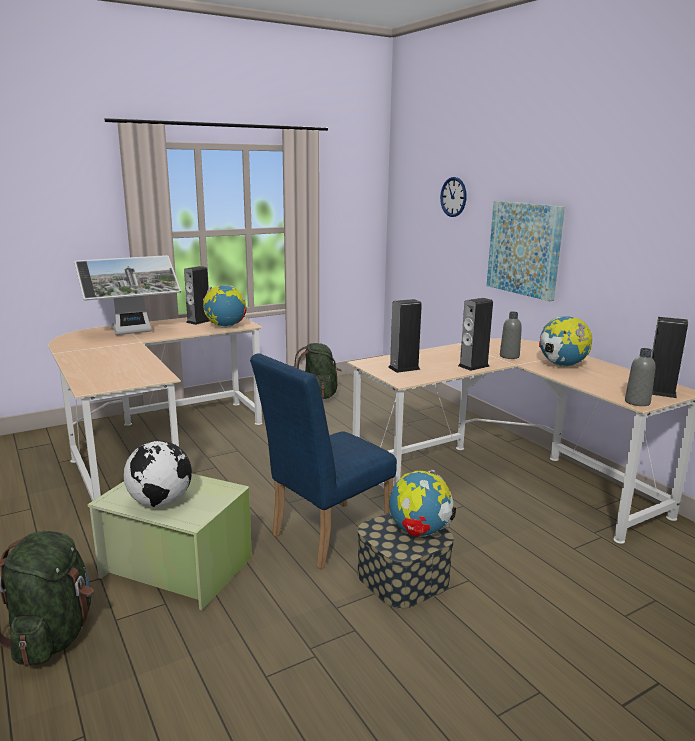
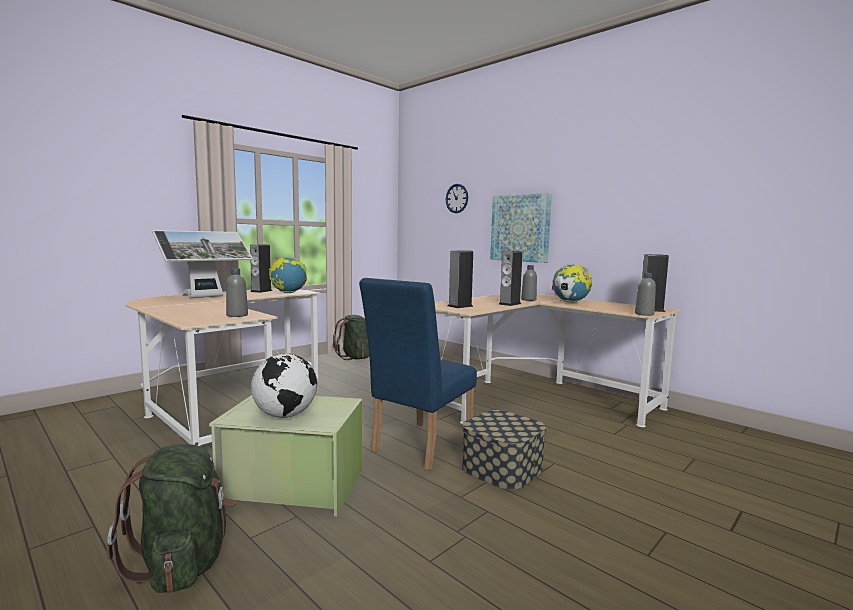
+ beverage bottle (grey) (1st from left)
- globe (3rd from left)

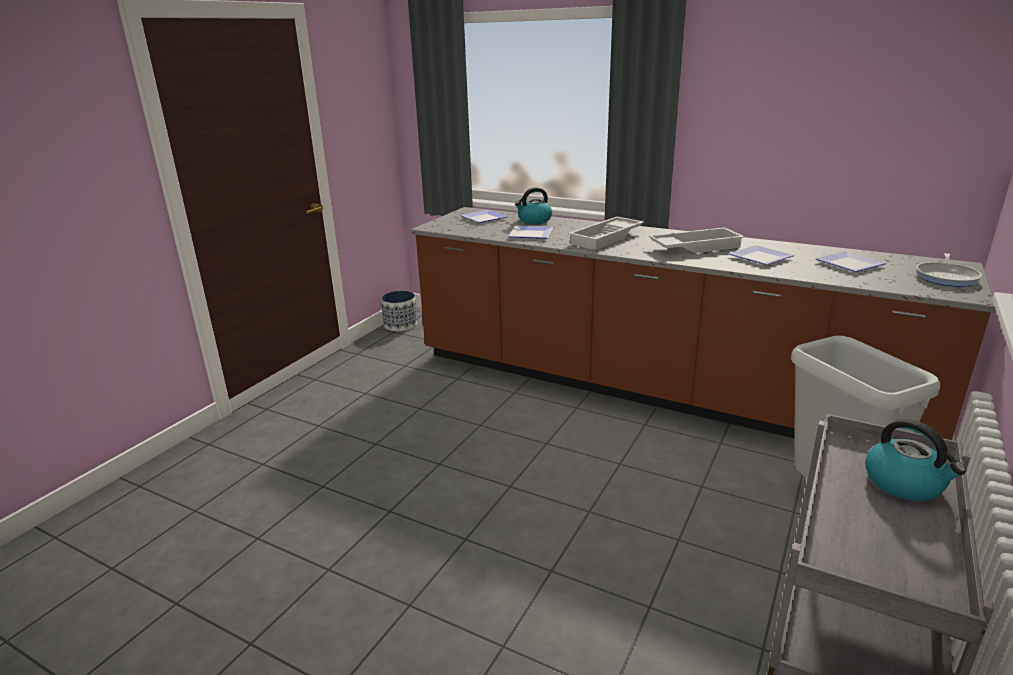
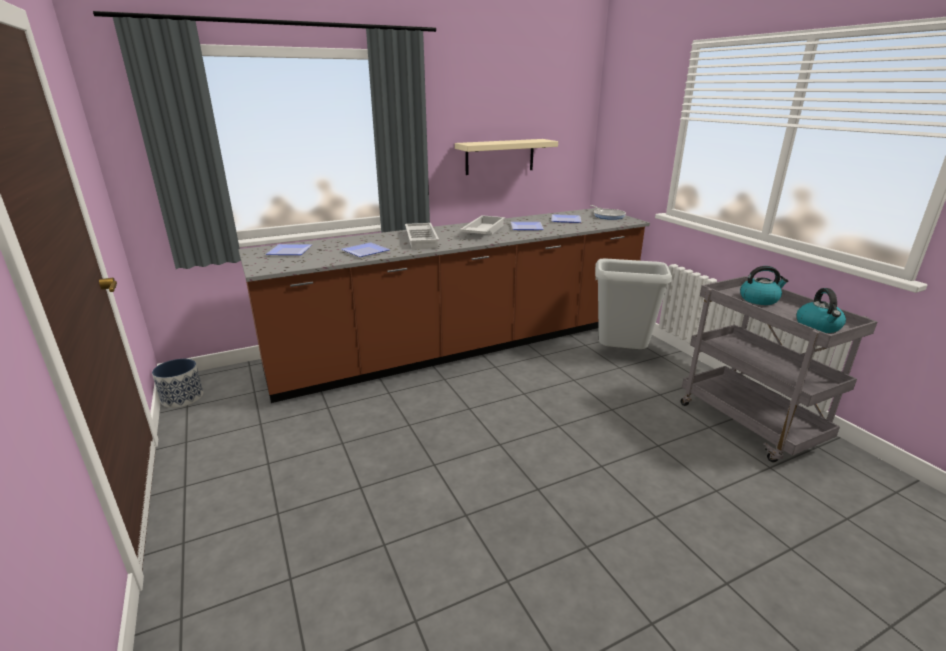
+ wall shelf (beige-coloured)
~ kettle (1st from left in the first image) to kettle (2nd from left)

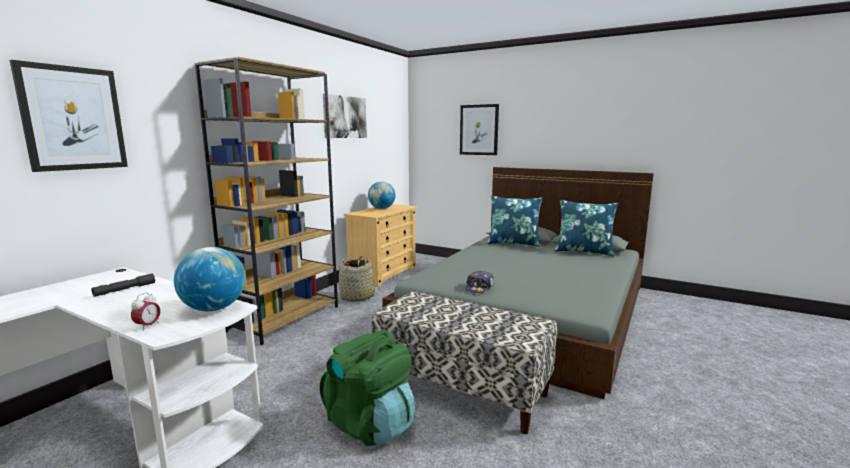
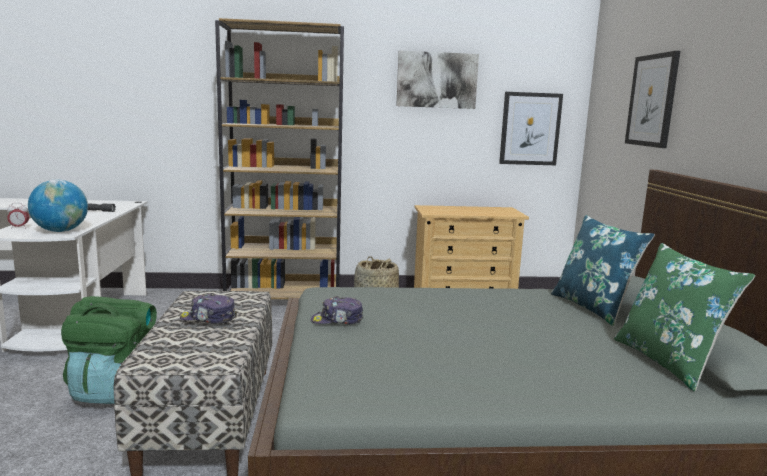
+ baseball cap (1st from left)
~ wall picture (1st from left in the first image) to wall picture (2nd from left)
~ throw pillow (bluish) (2nd from left) to throw pillow (green-coloured)
- globe (2nd from left)

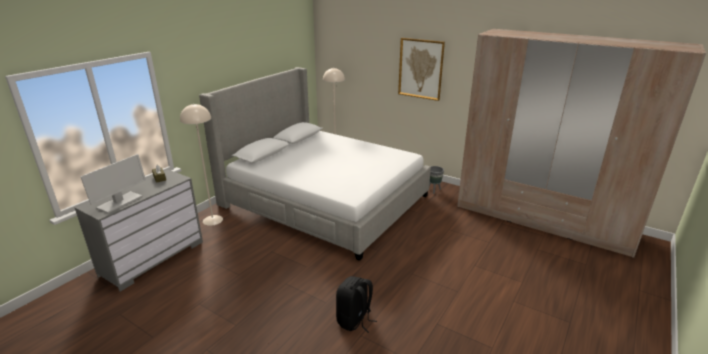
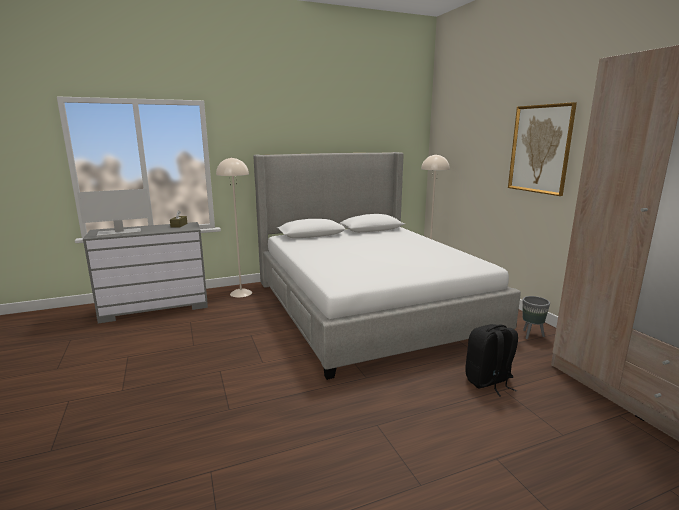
~ backpack (blackish)

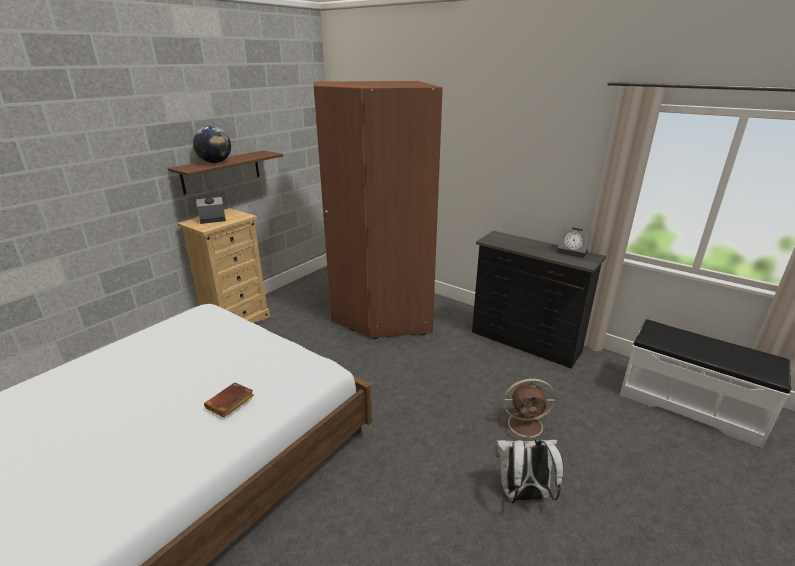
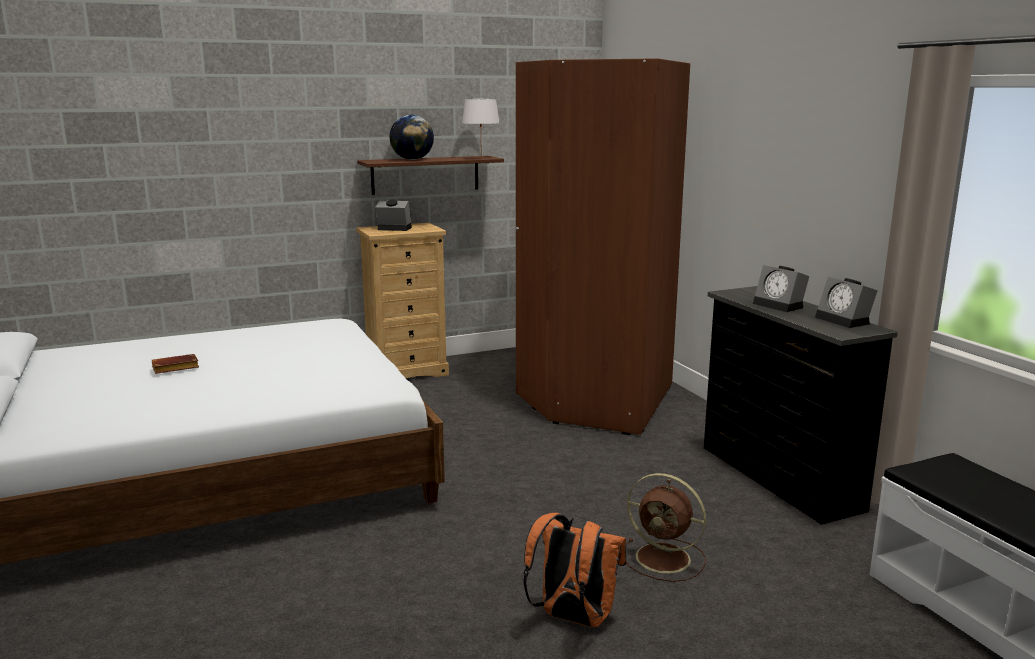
~ volume (brown)
+ lamp for a table (white)
~ backpack (white) to backpack (orange)
+ table clock (2nd from left)

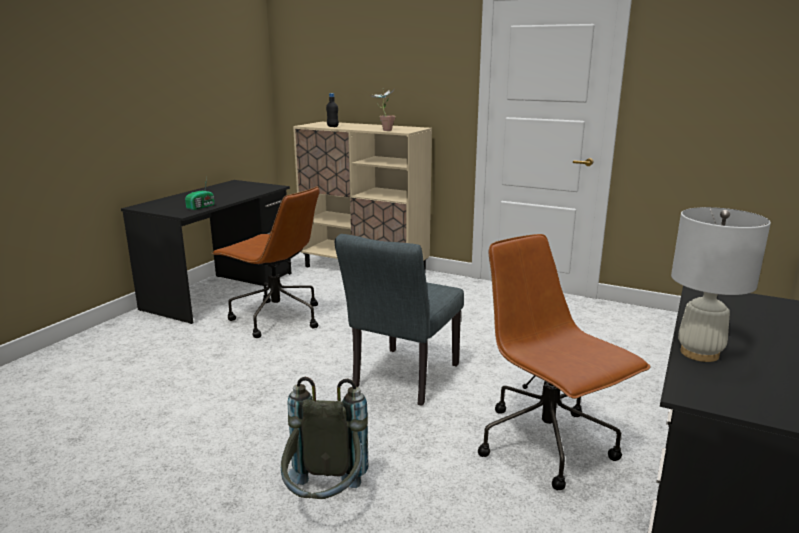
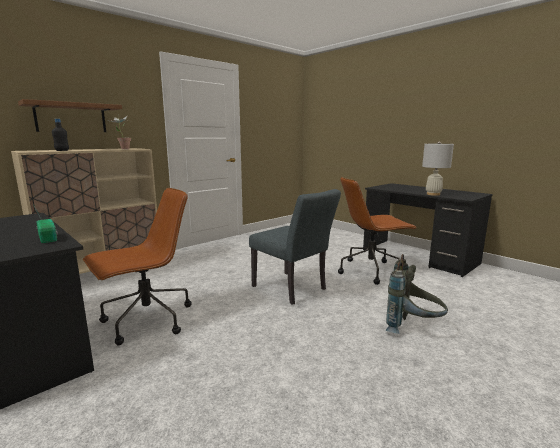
+ wall shelf (brown)

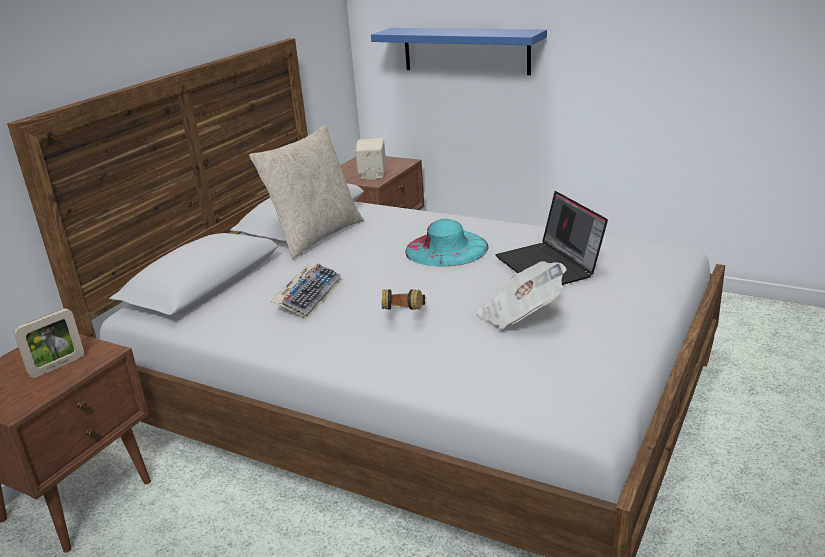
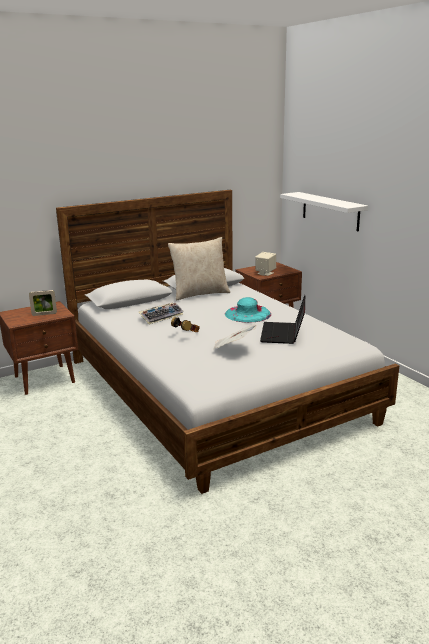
~ wall shelf (bluish) to wall shelf (white)

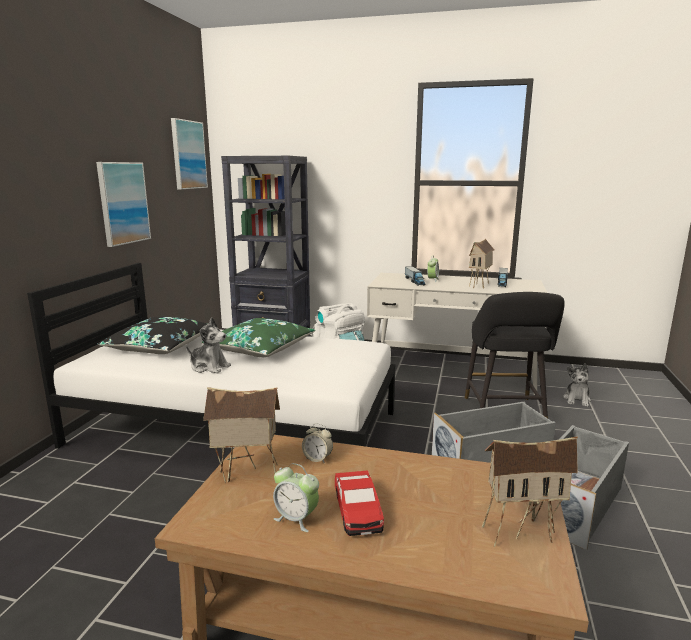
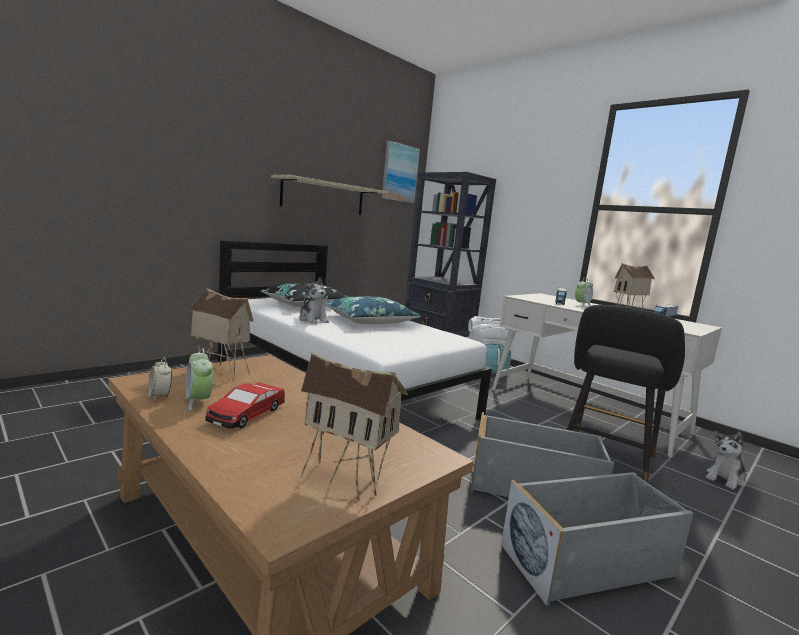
~ table clock (2nd from left in the first image) to table clock (1st from left)
~ wall picture (1st from left) to wall shelf
~ throw pillow (green-coloured) to throw pillow (bluish)

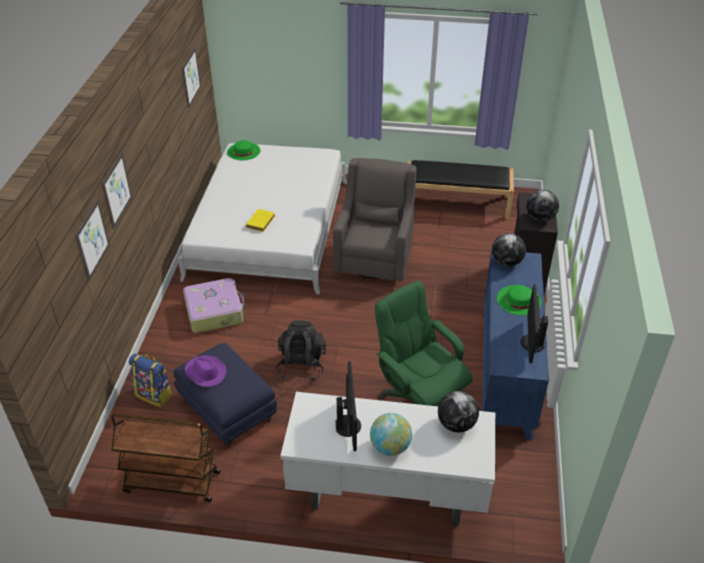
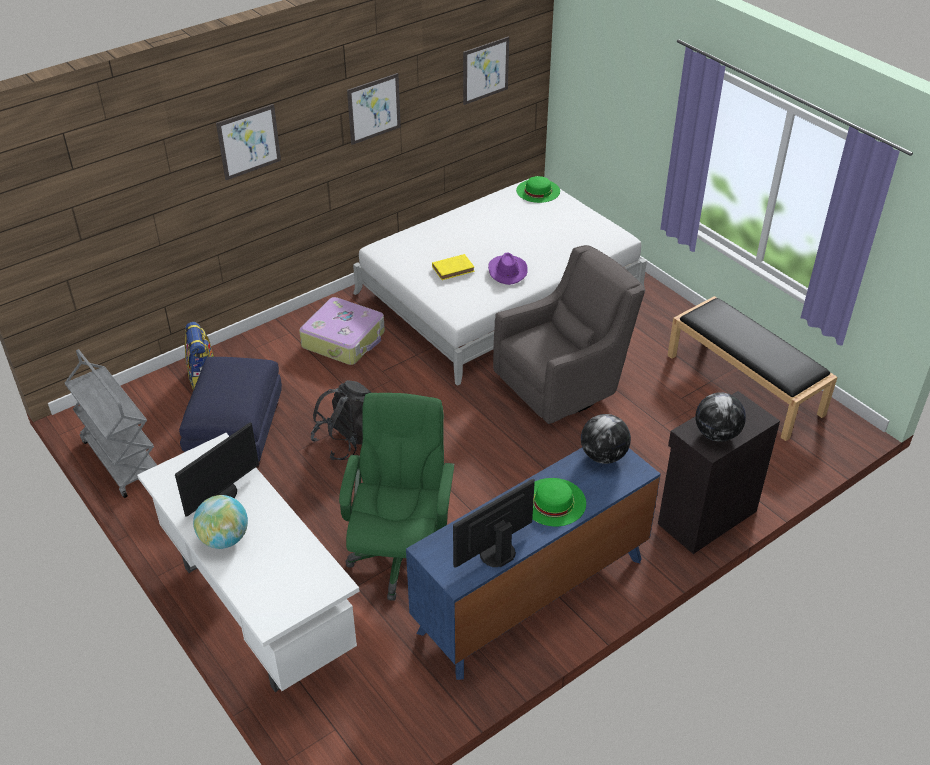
~ trolley (brown) to trolley (grey)
~ wall picture (1st from left in the first image) to wall picture (2nd from left)
~ hat (purple)
- globe (2nd from left)

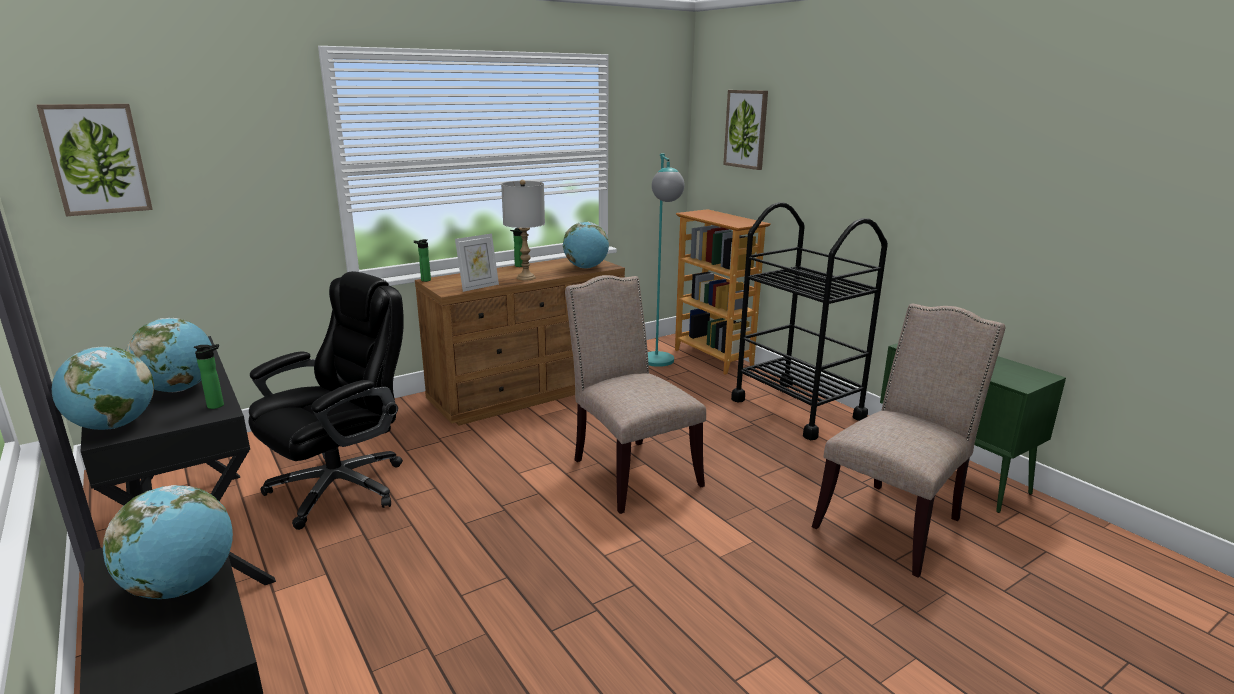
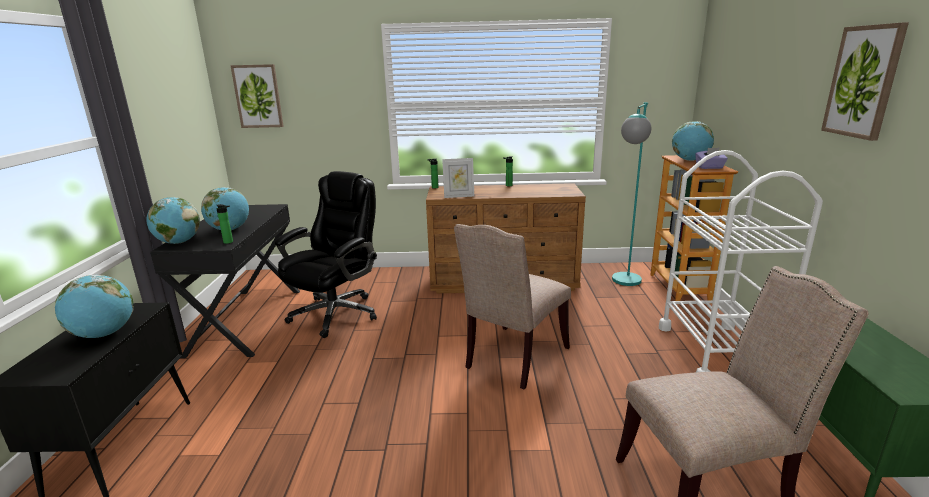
~ office chair (blackish) 45 degrees counterclockwise
~ chair (beige-coloured) (1st from left) 150 degrees counterclockwise
~ trolley (blackish) to trolley (white)
~ globe (4th from left)
+ tissue box (purple)
~ wall picture (2nd from left)
- lamp for a table (grey)

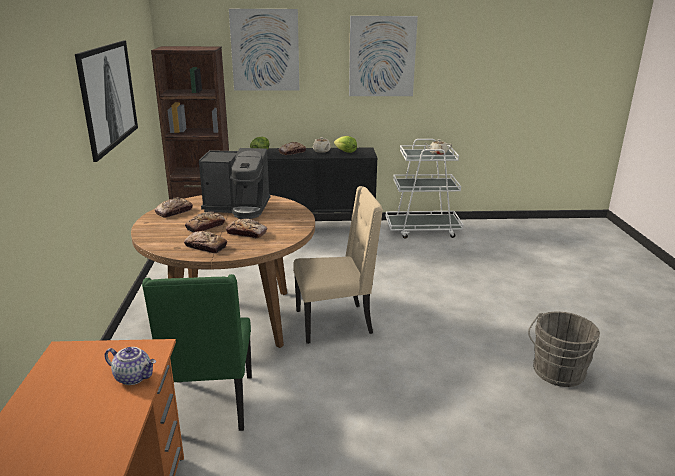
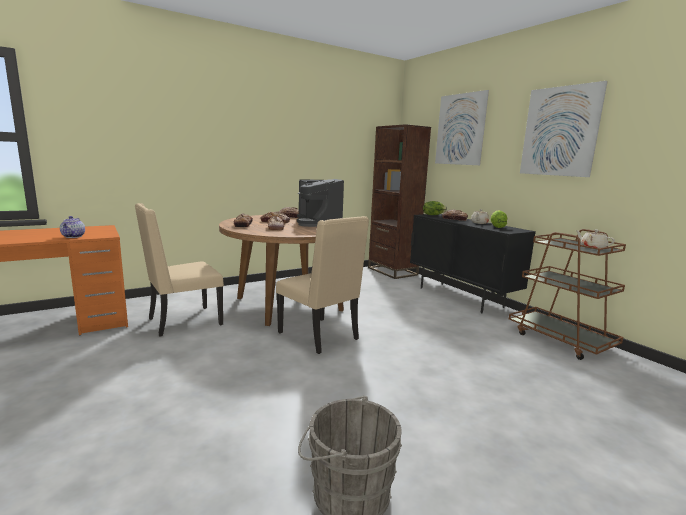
~ chair (green-coloured) to chair (beige-coloured) (1st from left)
~ trolley (white) to trolley (brown)
- wall picture (1st from left)

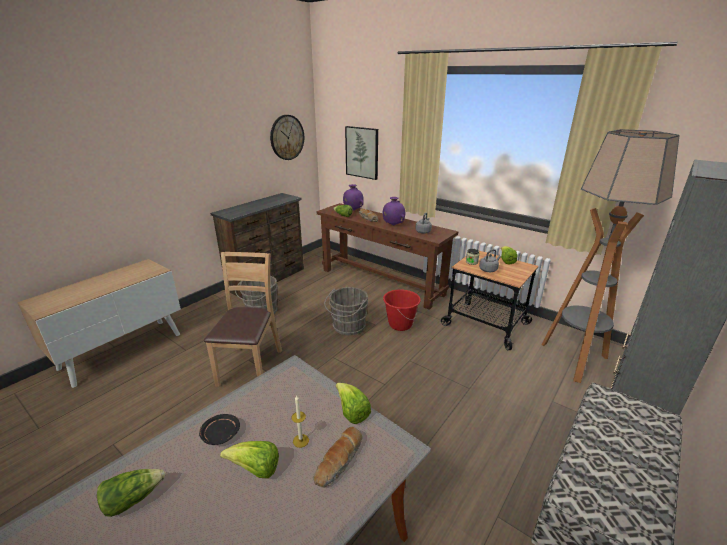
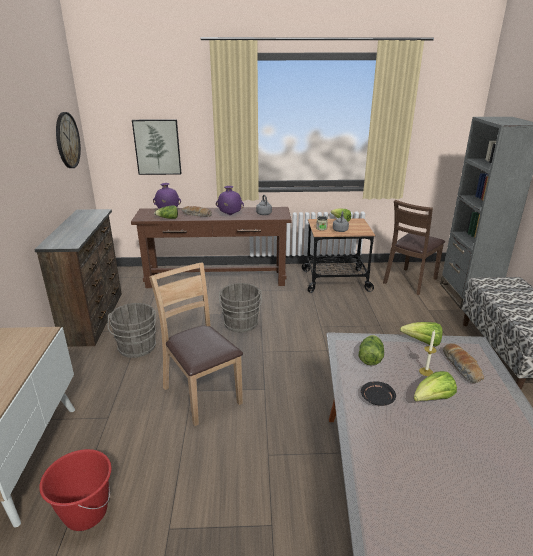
~ water bucket (reddish)
~ lettuce head (1st from left in the first image) to lettuce head (3rd from left)
~ floor lamp to chair (brown) (2nd from left)

